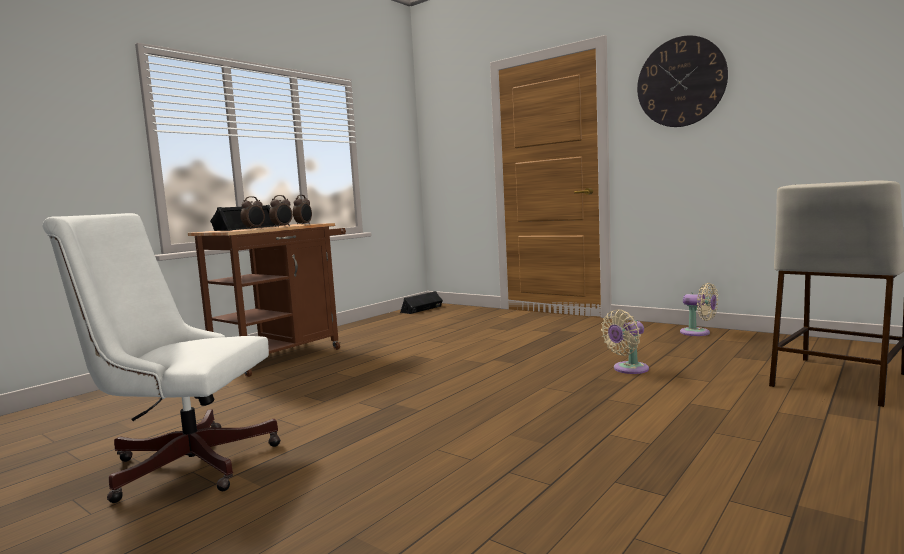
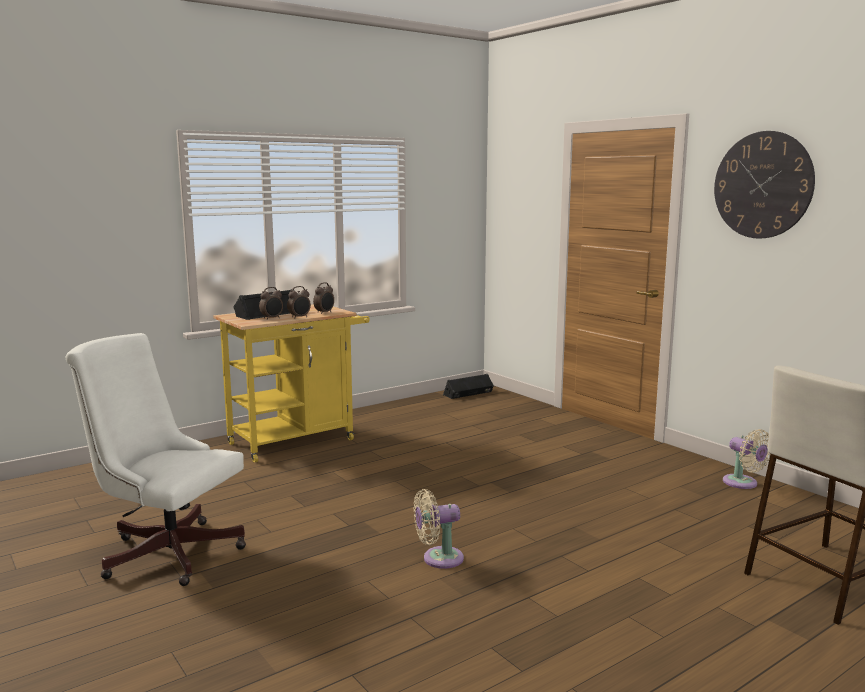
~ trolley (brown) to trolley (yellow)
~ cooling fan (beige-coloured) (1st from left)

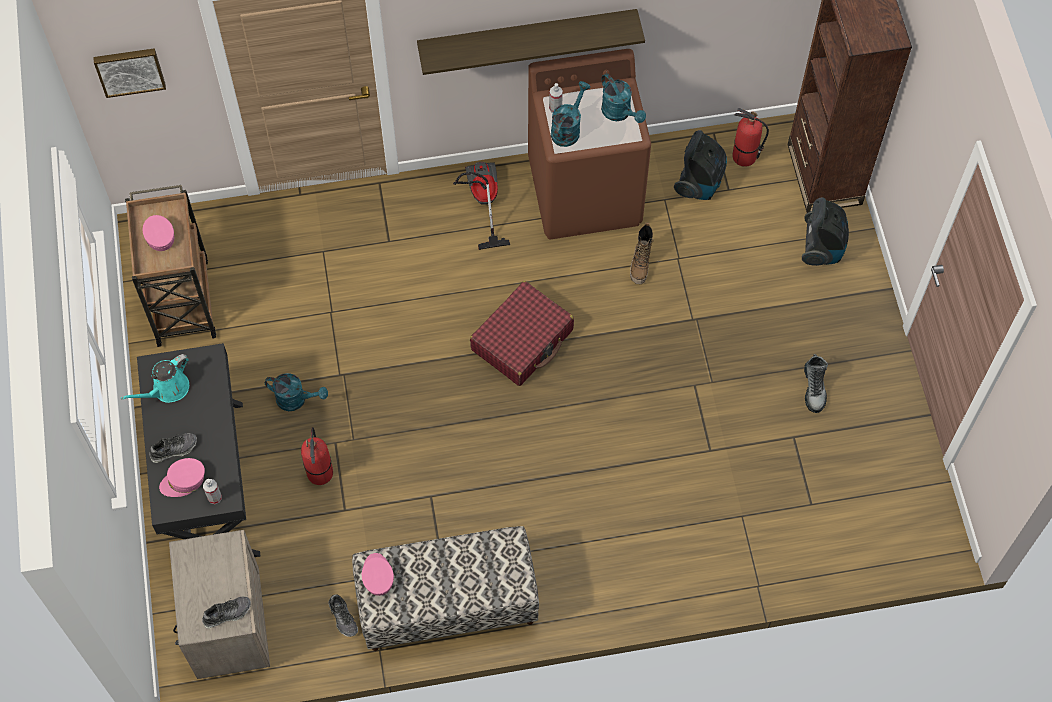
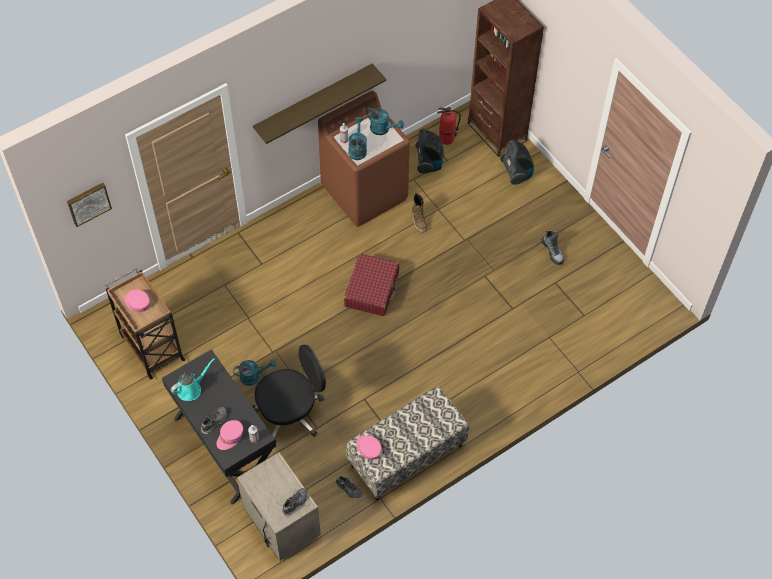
~ watering pot (turquoise-coloured) (1st from left) 150 degrees counterclockwise
~ fire extinguisher (1st from left) to office chair (blackish)
- vacuum cleaner (1st from left)

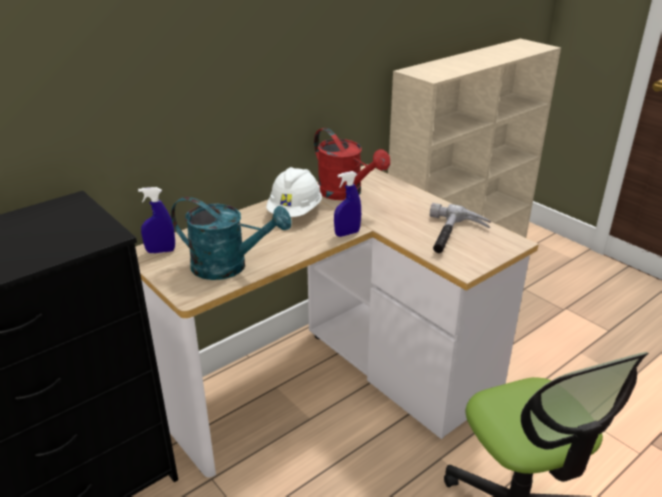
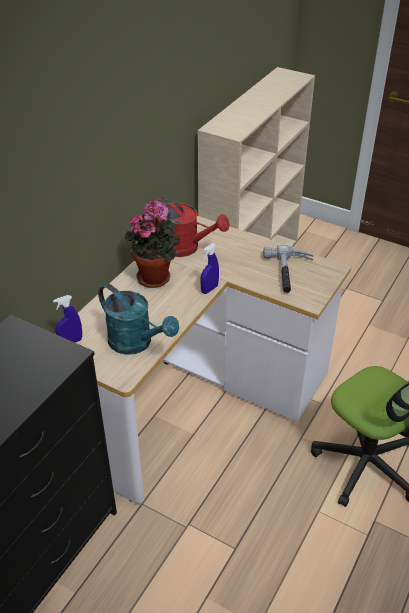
~ watering pot (turquoise-coloured) 45 degrees clockwise
~ safety helmet (white) to plant in a pot

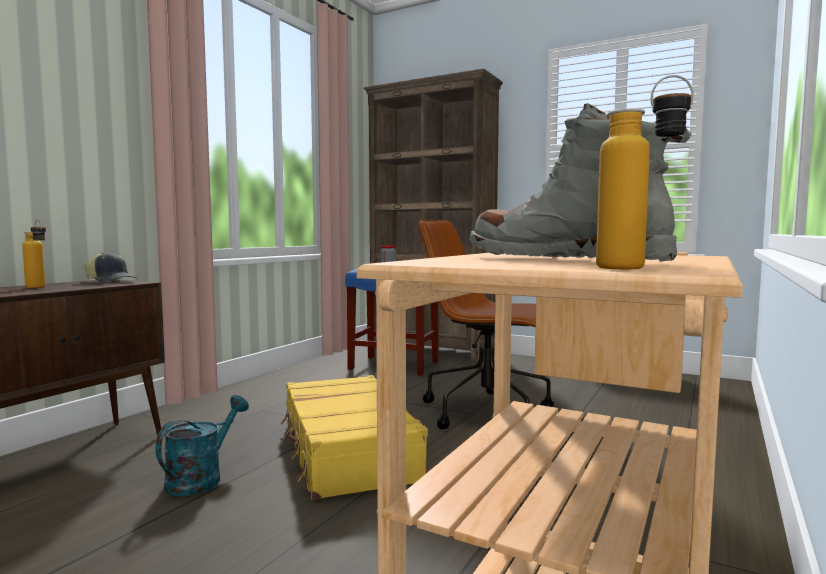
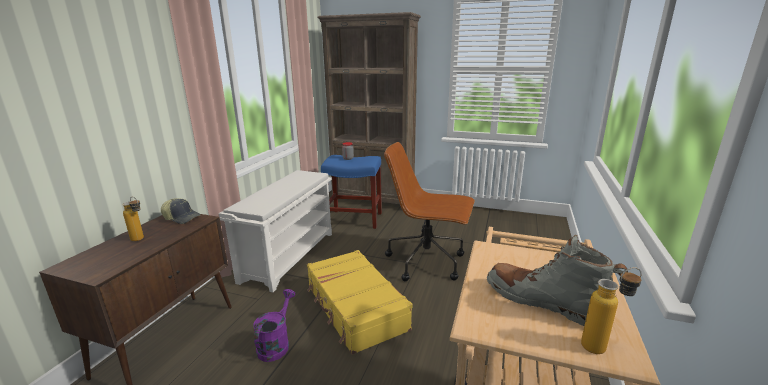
+ shoe rack (white)
~ watering pot (turquoise-coloured) to watering pot (purple)

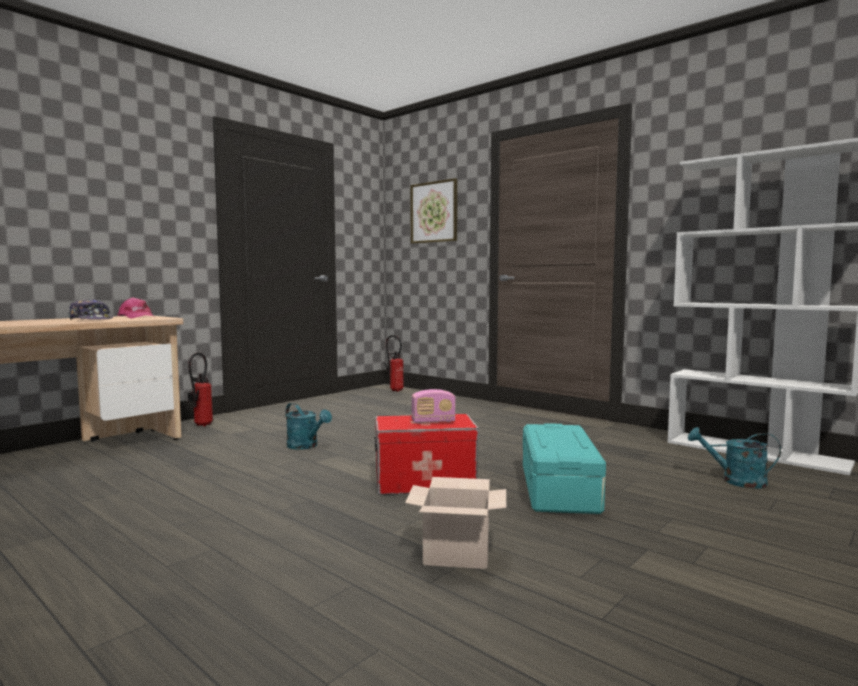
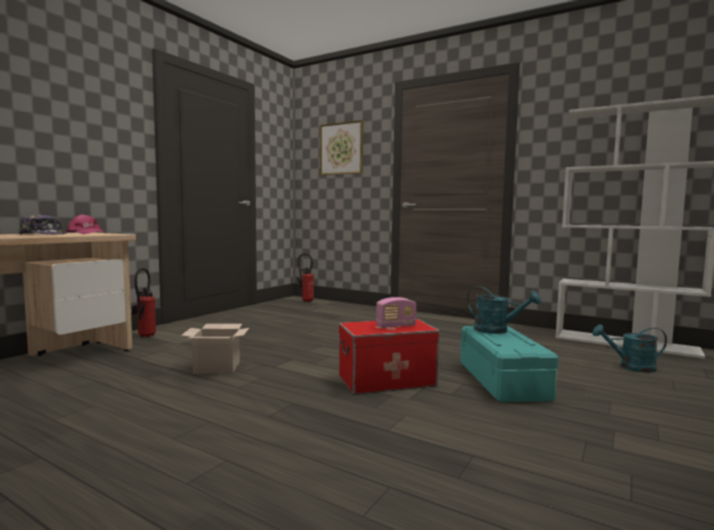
~ carton
~ watering pot (turquoise-coloured) (1st from left)

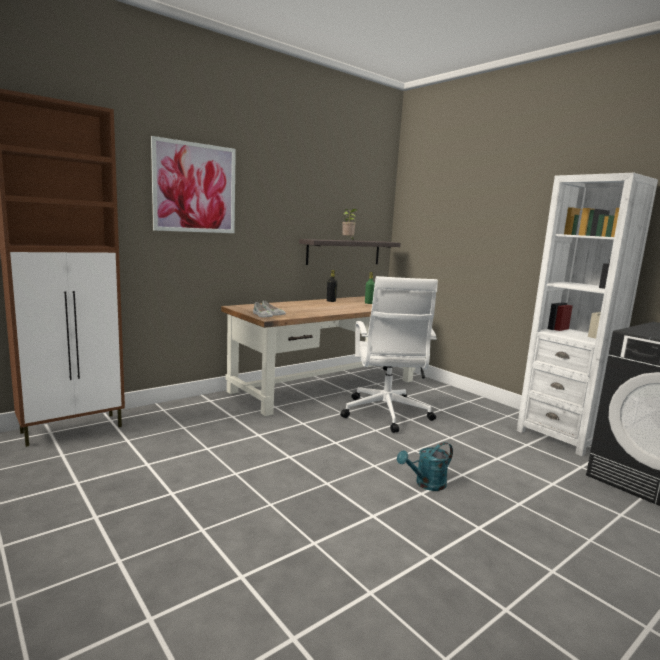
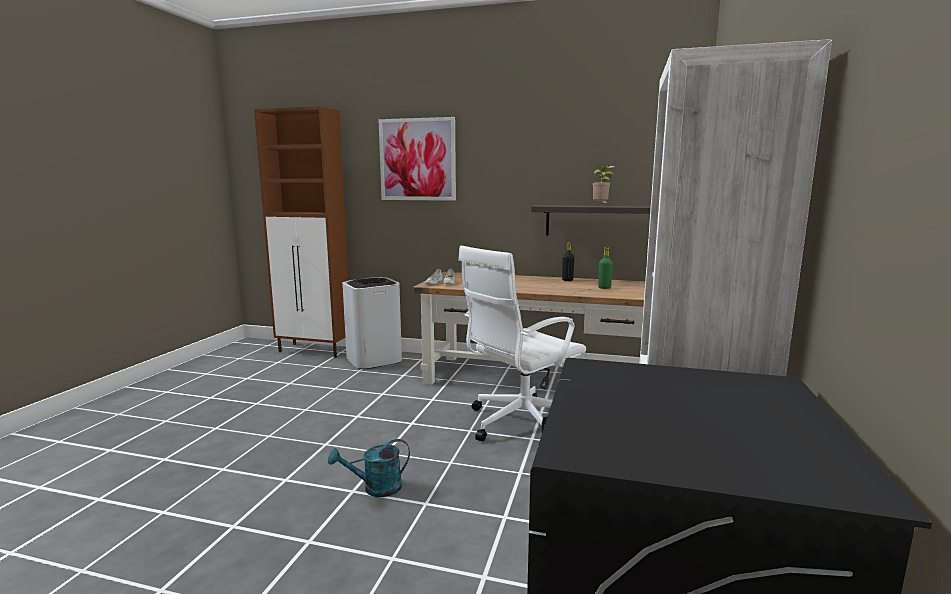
~ watering pot (turquoise-coloured) 45 degrees counterclockwise
+ trash can (white)

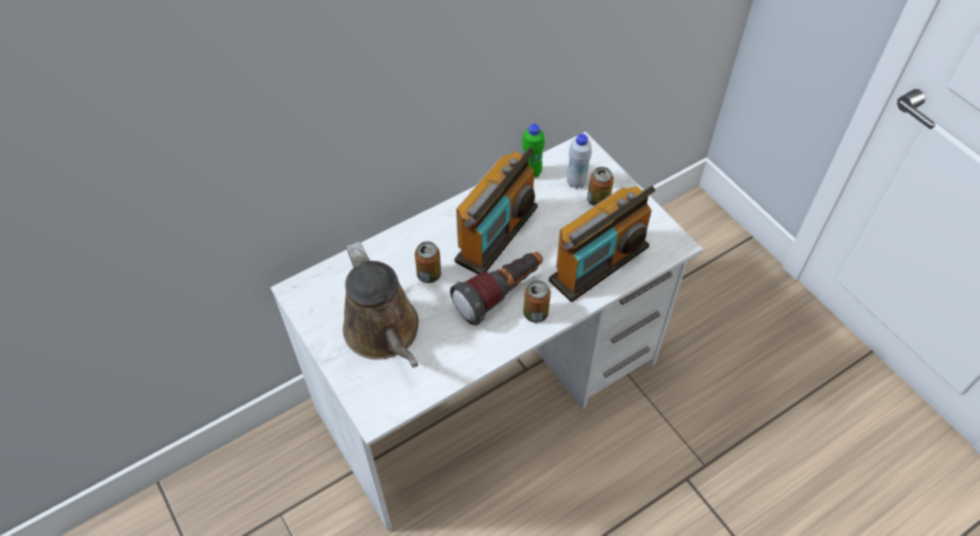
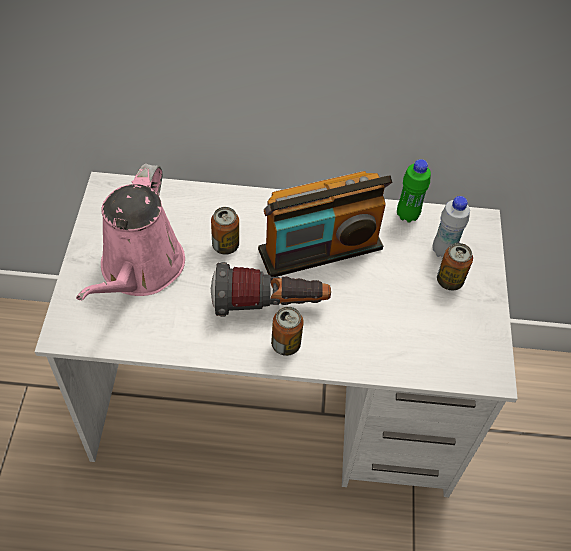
~ watering pot (brown) to watering pot (pinkish)
- radio receiver (2nd from left)

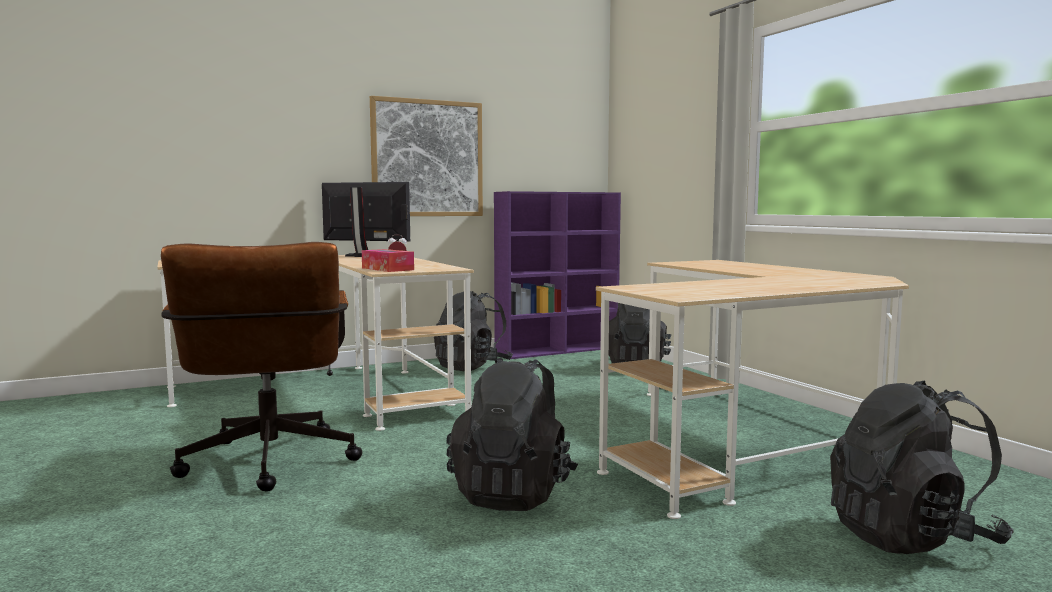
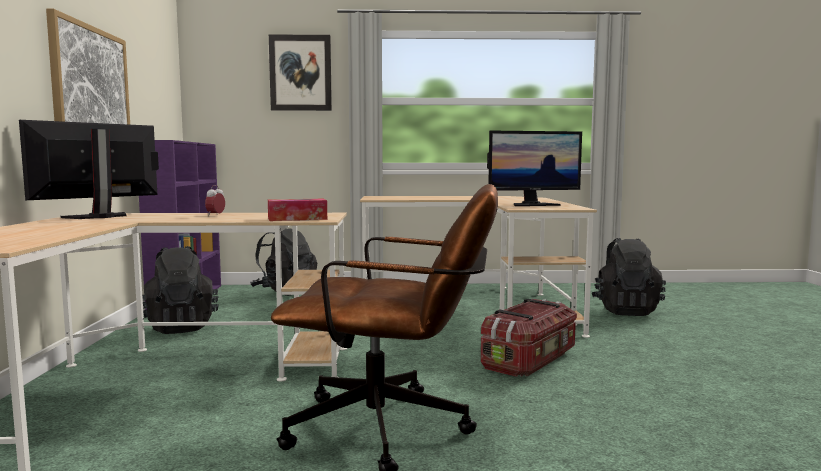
+ wall picture (2nd from left)
~ backpack (blackish) (2nd from left) to storage bin
+ monitor (2nd from left)

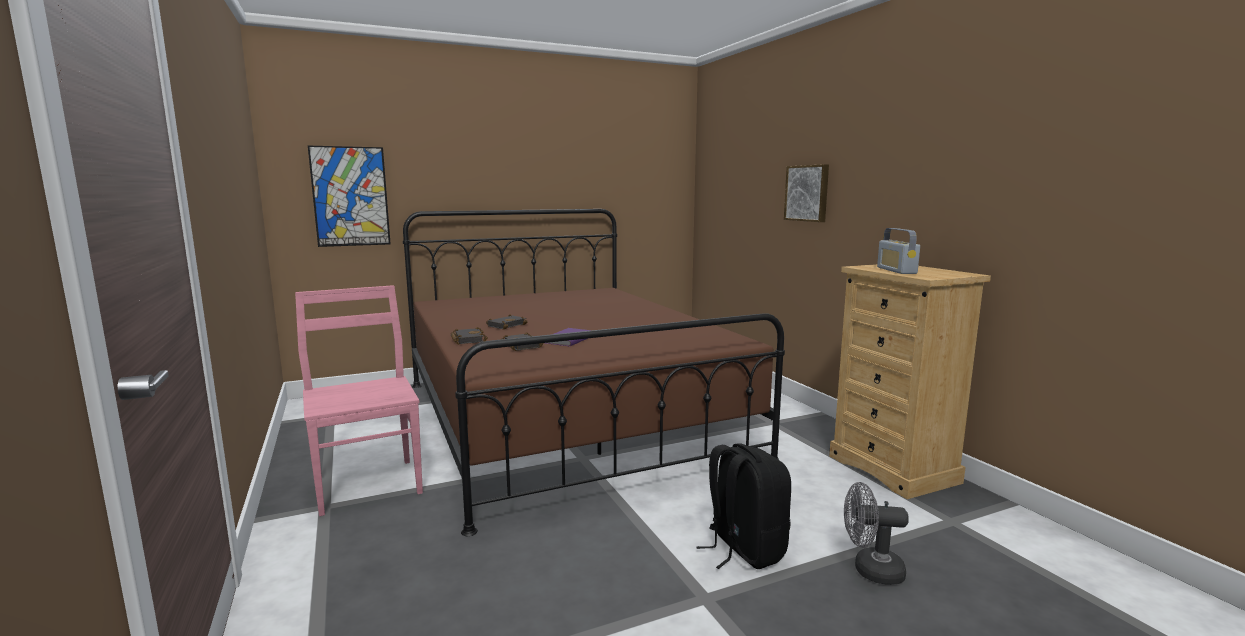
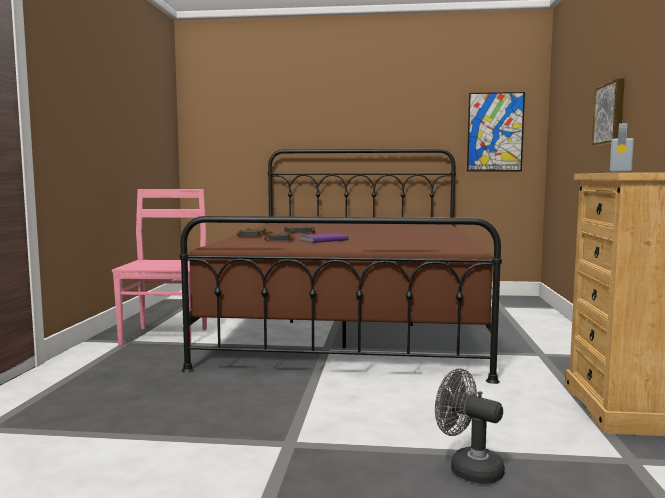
~ wall picture (1st from left)
- backpack (blackish)

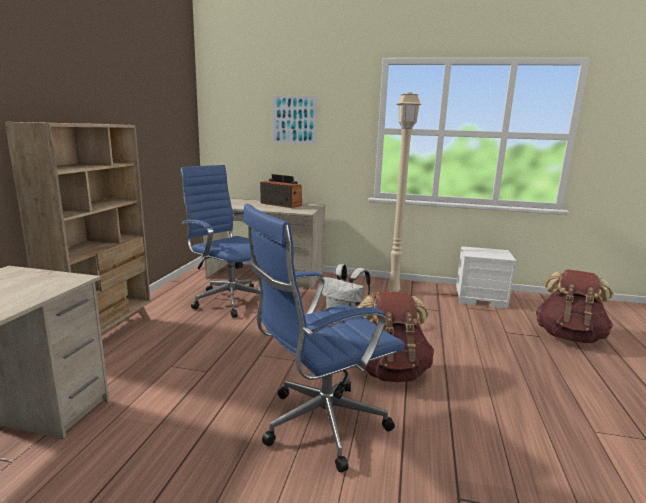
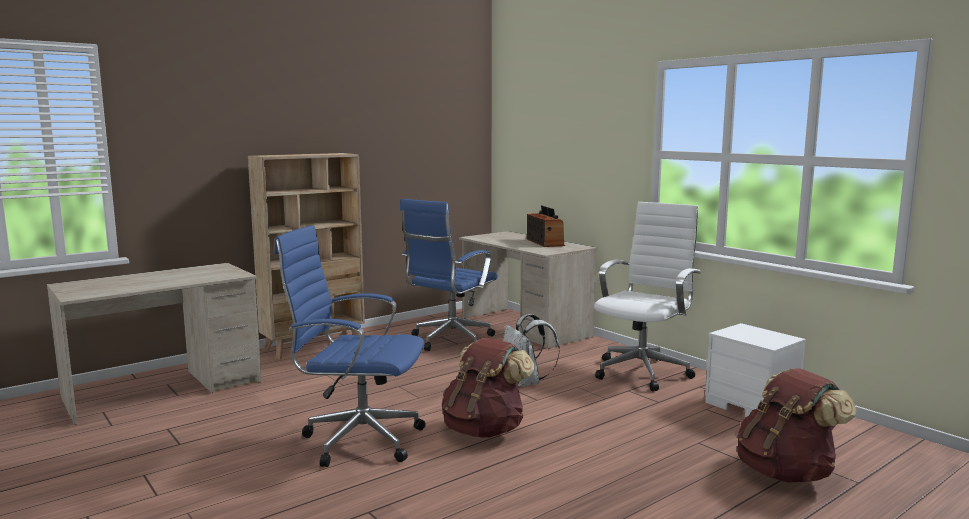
~ office chair (bluish) (1st from left in the first image) 135 degrees counterclockwise
~ floor lamp (beige-coloured) to office chair (white)
- wall picture

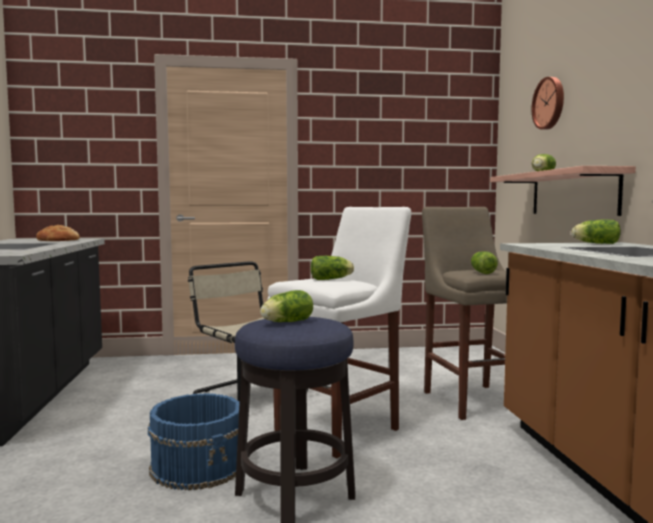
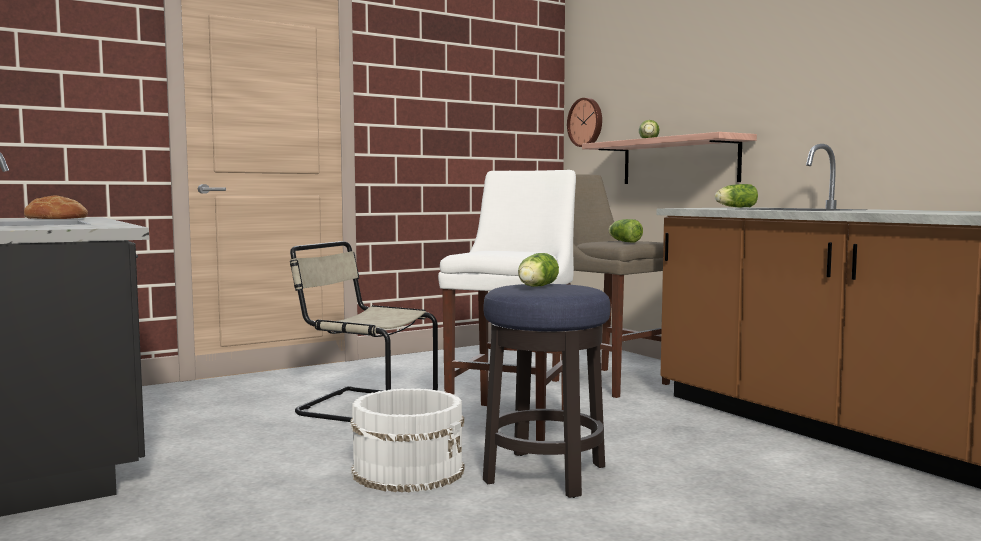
~ water bucket (bluish) to water bucket (white)
~ wall clock
- lettuce head (2nd from left)

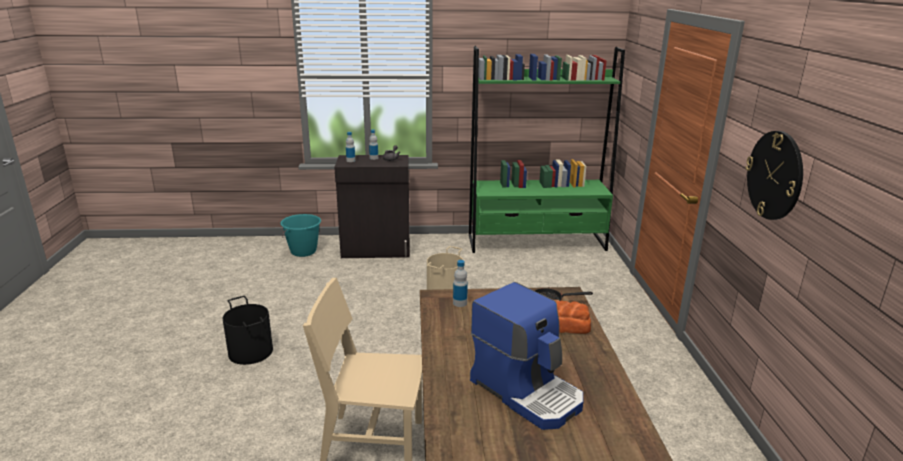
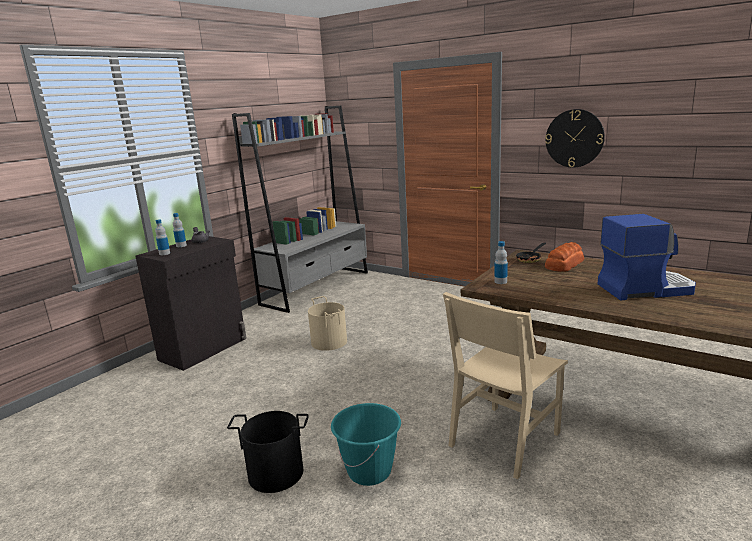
~ bookcase (green-coloured) to bookcase (grey)
~ water bucket (turquoise-coloured)

